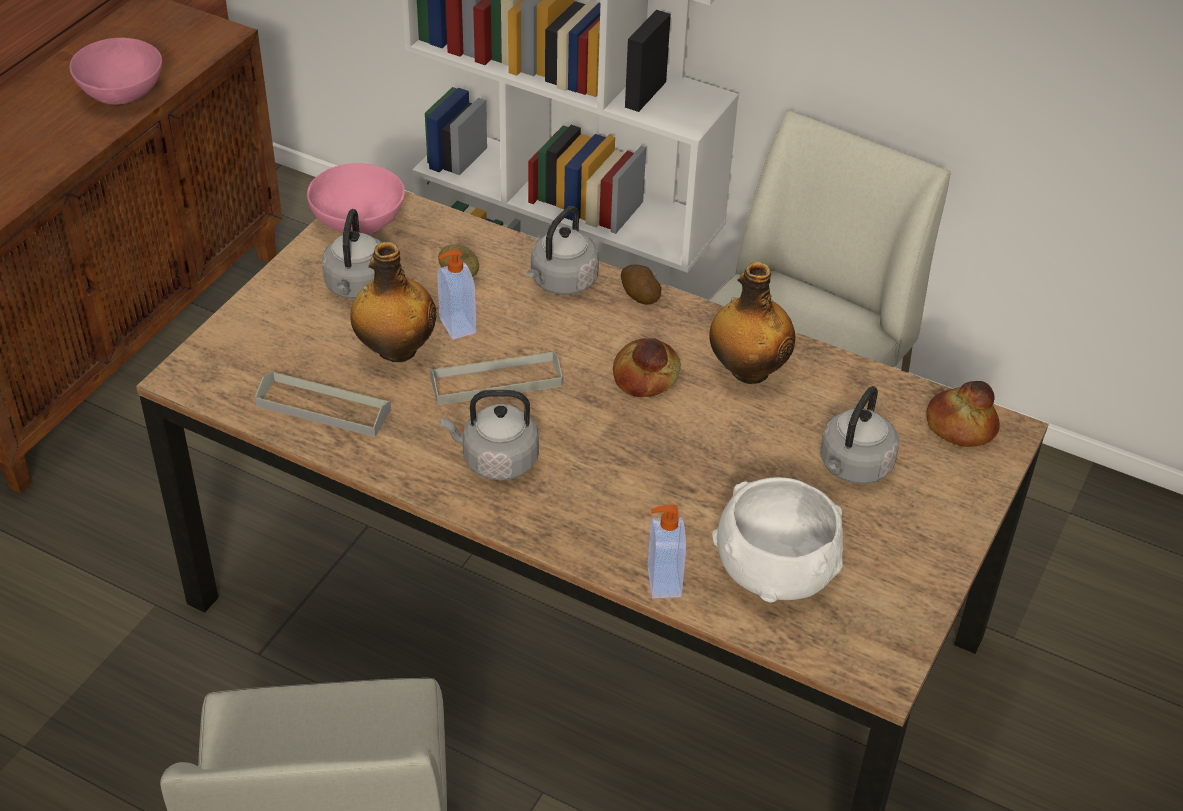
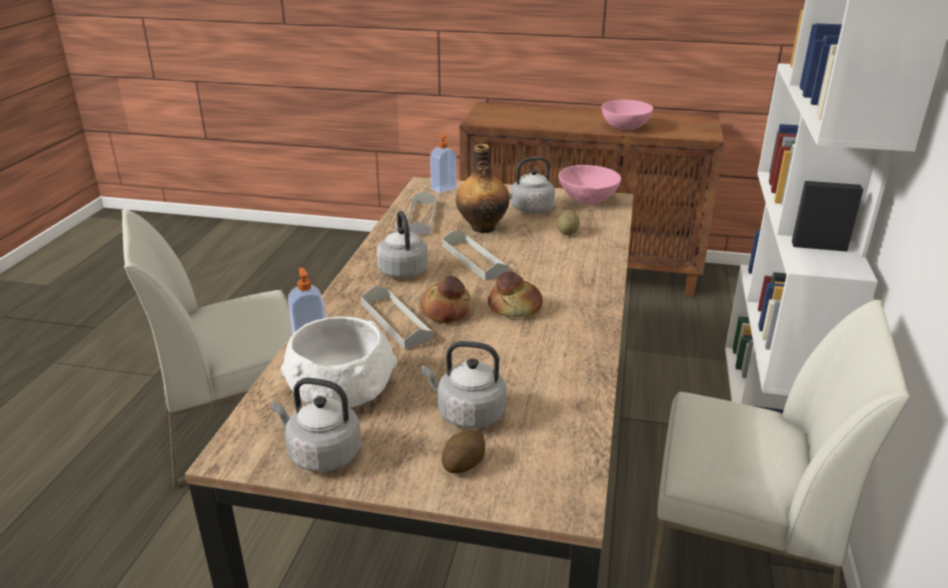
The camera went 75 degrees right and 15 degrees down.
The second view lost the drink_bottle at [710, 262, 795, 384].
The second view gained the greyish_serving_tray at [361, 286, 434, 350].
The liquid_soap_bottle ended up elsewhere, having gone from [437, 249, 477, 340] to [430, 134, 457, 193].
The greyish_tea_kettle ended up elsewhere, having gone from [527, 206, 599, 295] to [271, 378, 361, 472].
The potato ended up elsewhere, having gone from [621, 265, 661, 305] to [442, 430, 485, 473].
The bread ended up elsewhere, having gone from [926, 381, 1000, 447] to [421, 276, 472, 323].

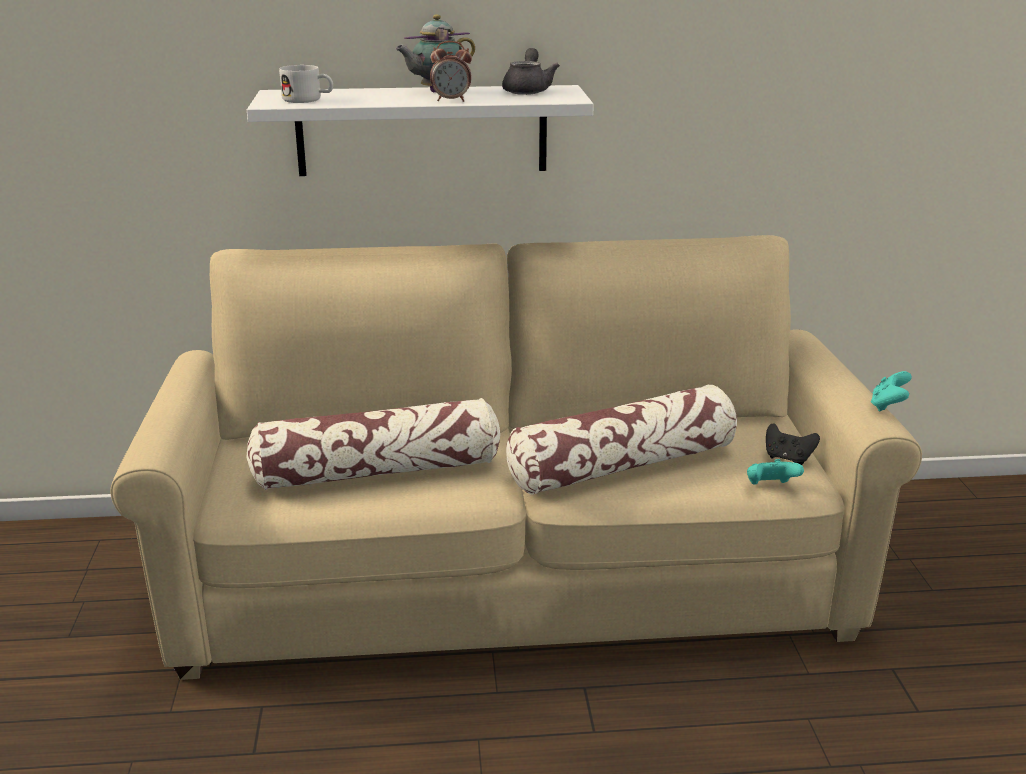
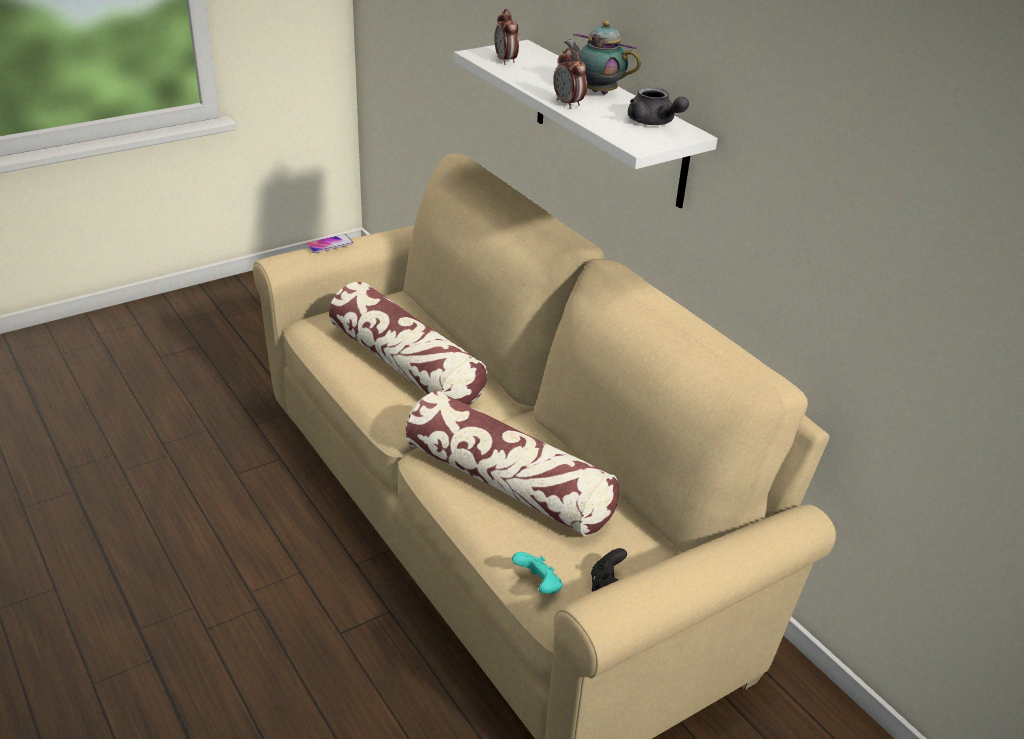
The camera went 60 degrees right and 10 degrees up.
The second view lost the blue-green_game_controller at [871, 371, 912, 412].
The second view gained the phone at [306, 234, 354, 253].
Where the white-coloured_tea_mug stood at [279, 65, 333, 103], the alarm_clock came to stand at [494, 9, 519, 65].
The greyish_teapot at [502, 48, 560, 95] ended up facing another way, 75 degrees clockwise from before.

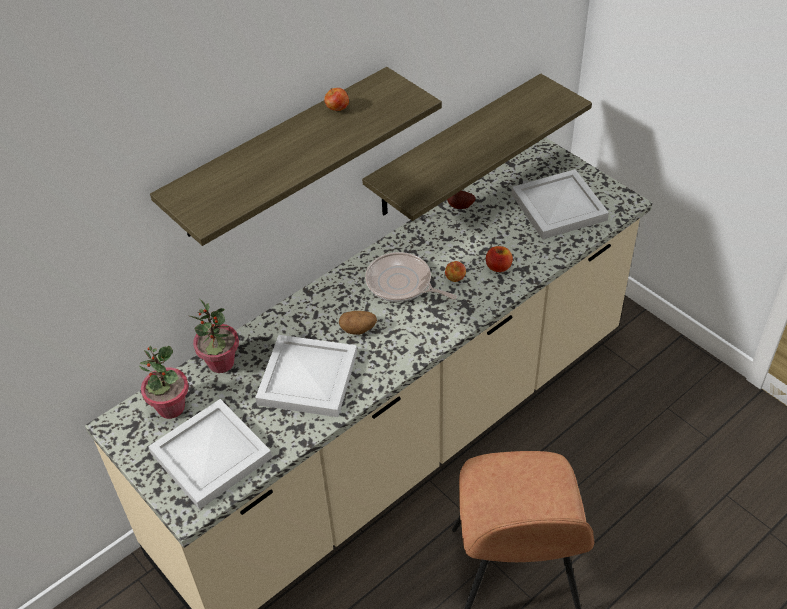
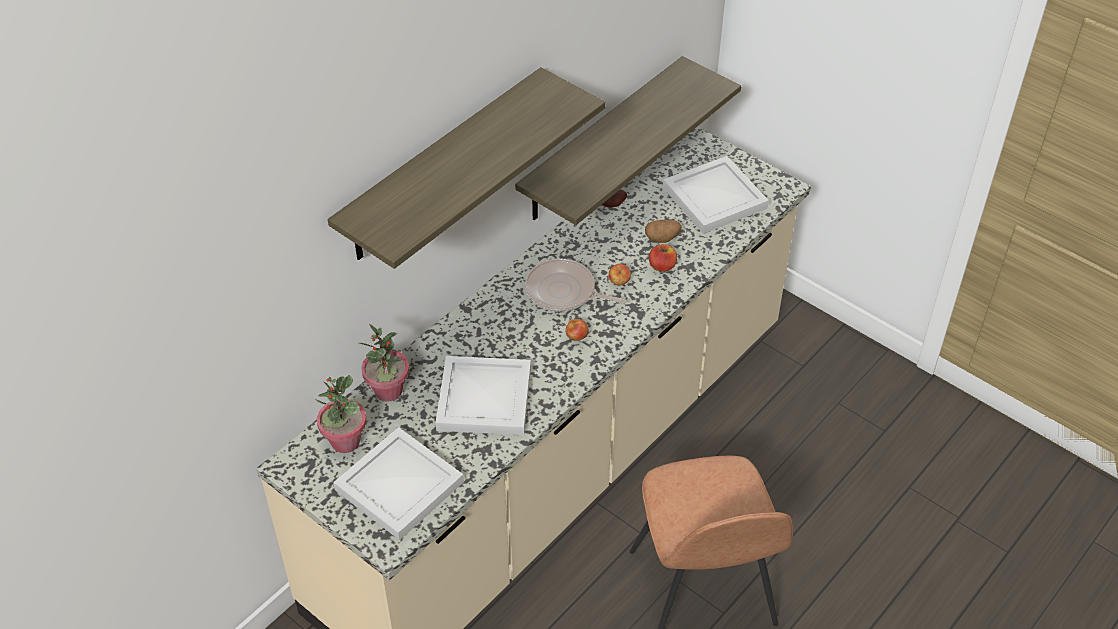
The camera went 10 degrees left and 0 degrees up.
The whole_apple ended up elsewhere, having gone from [324, 88, 349, 111] to [566, 319, 589, 341].
The potato ended up elsewhere, having gone from [339, 311, 377, 335] to [645, 220, 682, 243].

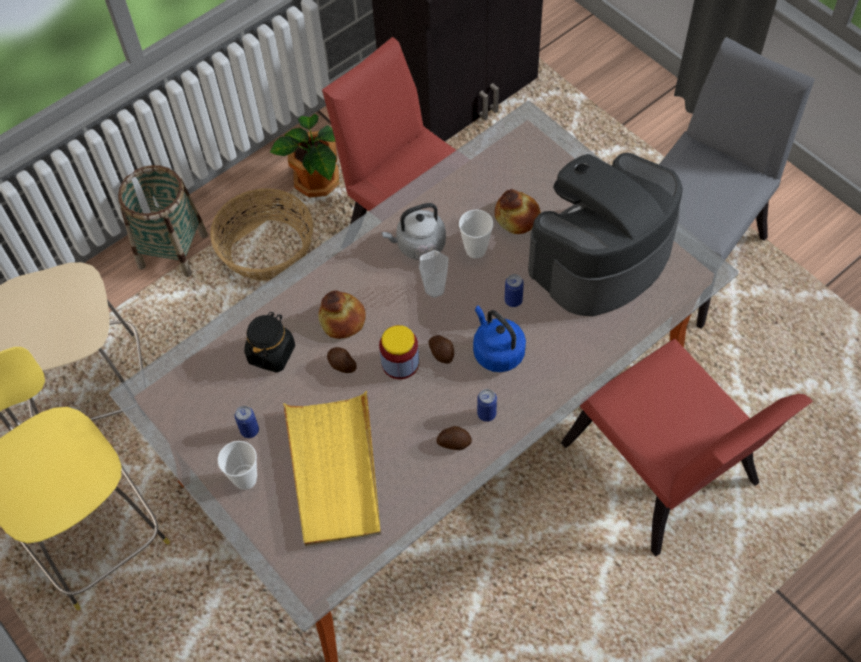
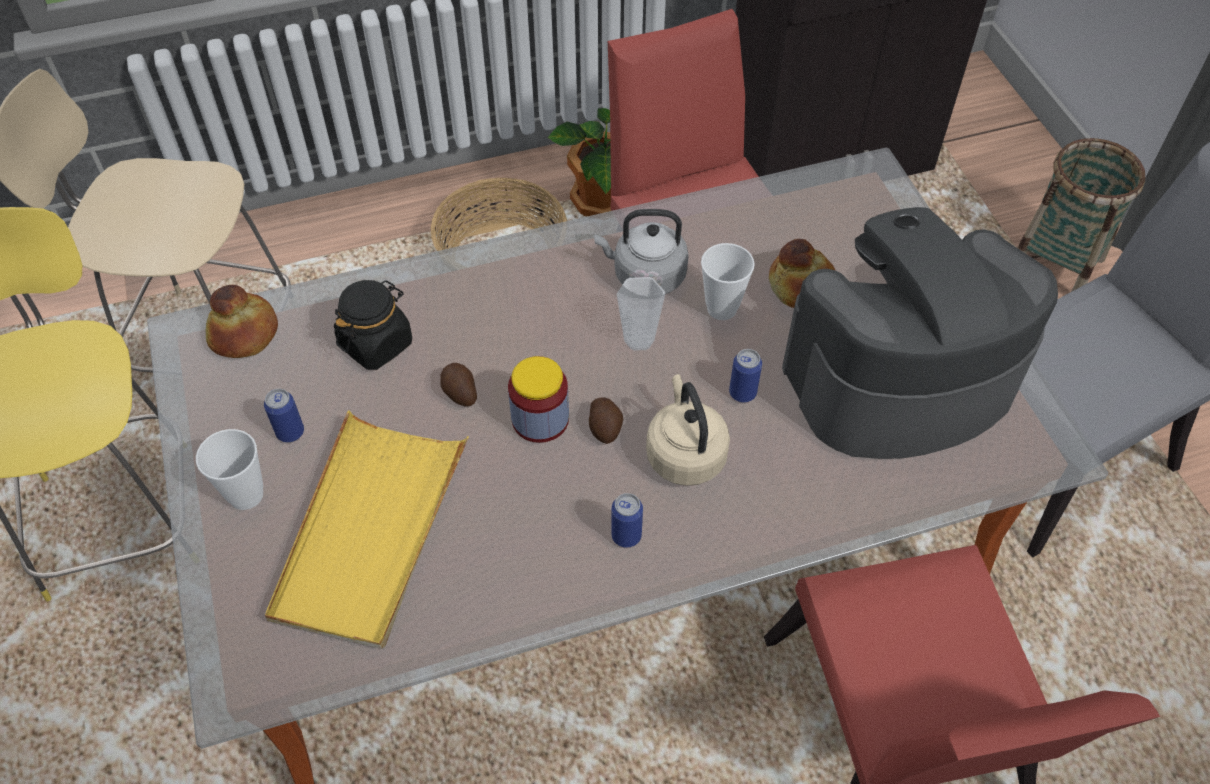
The camera went 20 degrees right and 5 degrees down.
The second view lost the potato at [437, 426, 472, 450].
The household_basket ended up elsewhere, having gone from [118, 165, 208, 277] to [1017, 138, 1145, 292].
The bread ended up elsewhere, having gone from [318, 291, 365, 339] to [205, 285, 278, 358].
What was the bluish_tea_kettle at [473, 306, 526, 372] turned into the beige-coloured_tea_kettle at [646, 374, 730, 486].

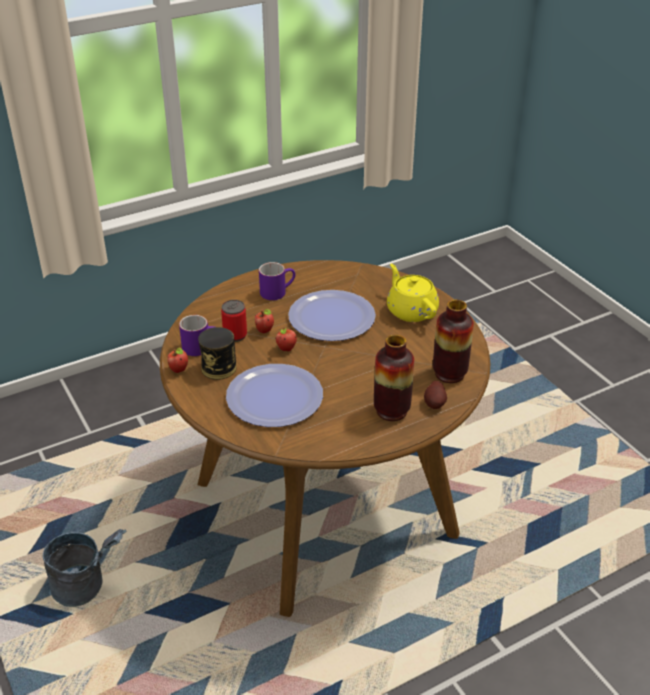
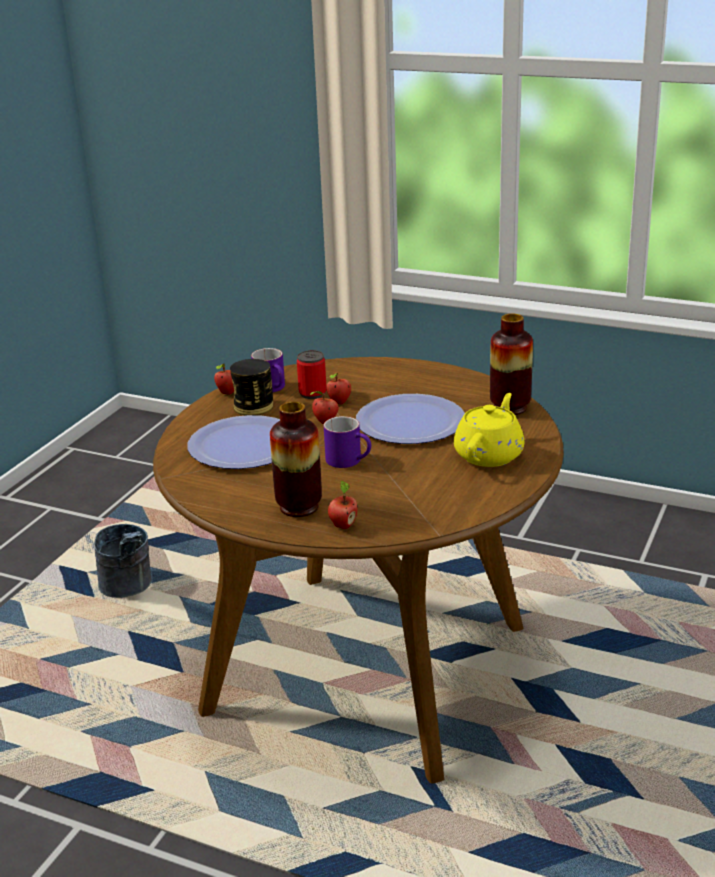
The camera went 55 degrees right and 10 degrees down.
The purple-coloured_tea_mug ended up elsewhere, having gone from [259, 262, 295, 300] to [324, 416, 371, 468].
The vase ended up elsewhere, having gone from [433, 300, 474, 383] to [490, 314, 533, 415].
Where the potato stood at [424, 381, 447, 409], the whole_apple came to stand at [328, 480, 358, 529].

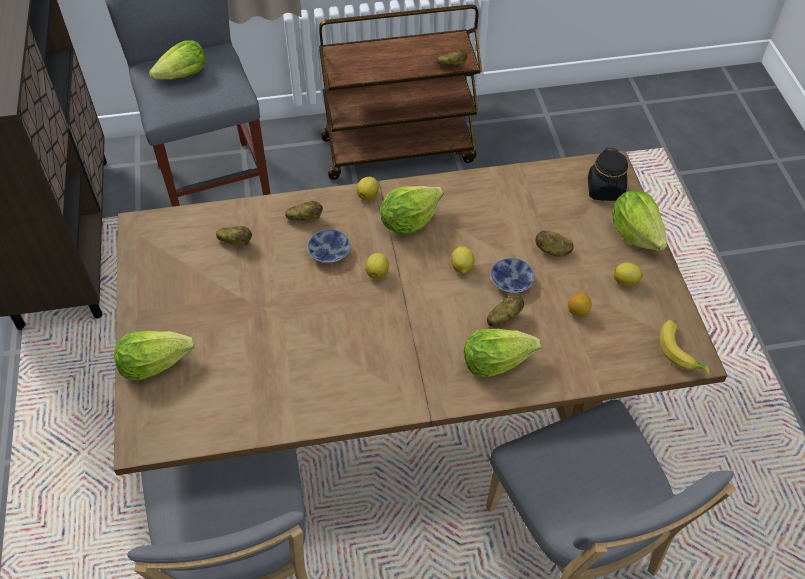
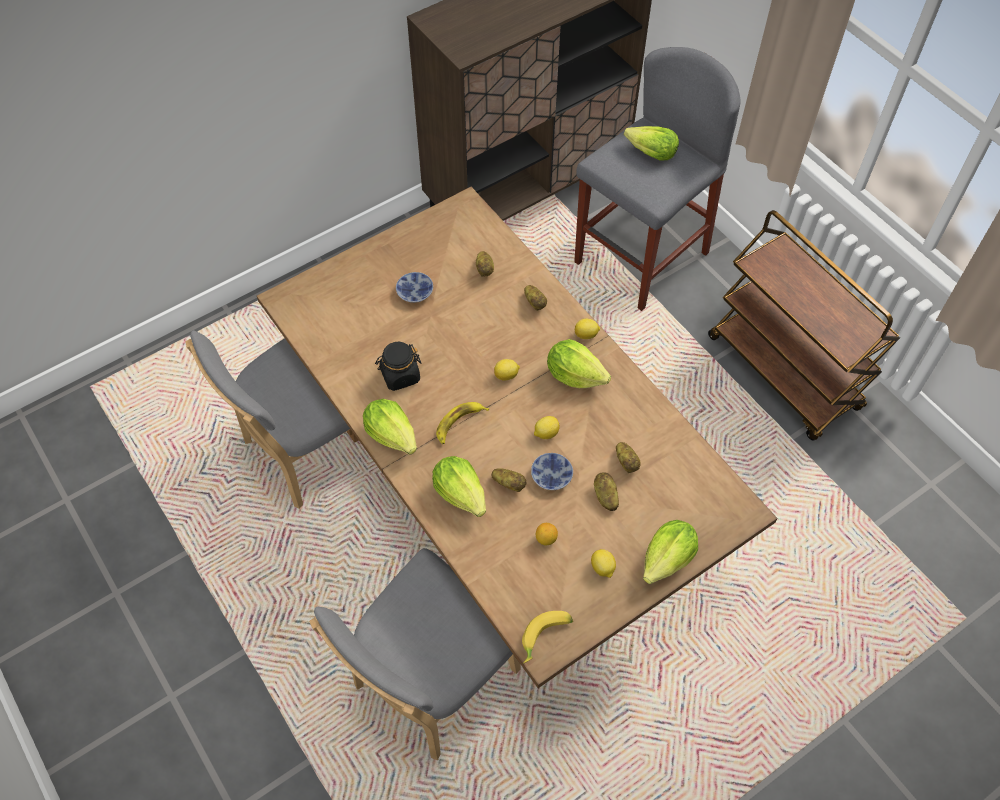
The camera went 65 degrees right and 5 degrees up.
The second view gained the whole_banana at [436, 402, 489, 444].
The lettuce_head ended up elsewhere, having gone from [114, 331, 195, 381] to [363, 399, 417, 454].
The bowl ended up elsewhere, having gone from [307, 229, 350, 263] to [396, 272, 433, 303].
The potato ended up elsewhere, having gone from [437, 50, 468, 66] to [616, 442, 641, 473].
The blackish_storage_jar ended up elsewhere, having gone from [588, 148, 628, 201] to [375, 342, 421, 391].

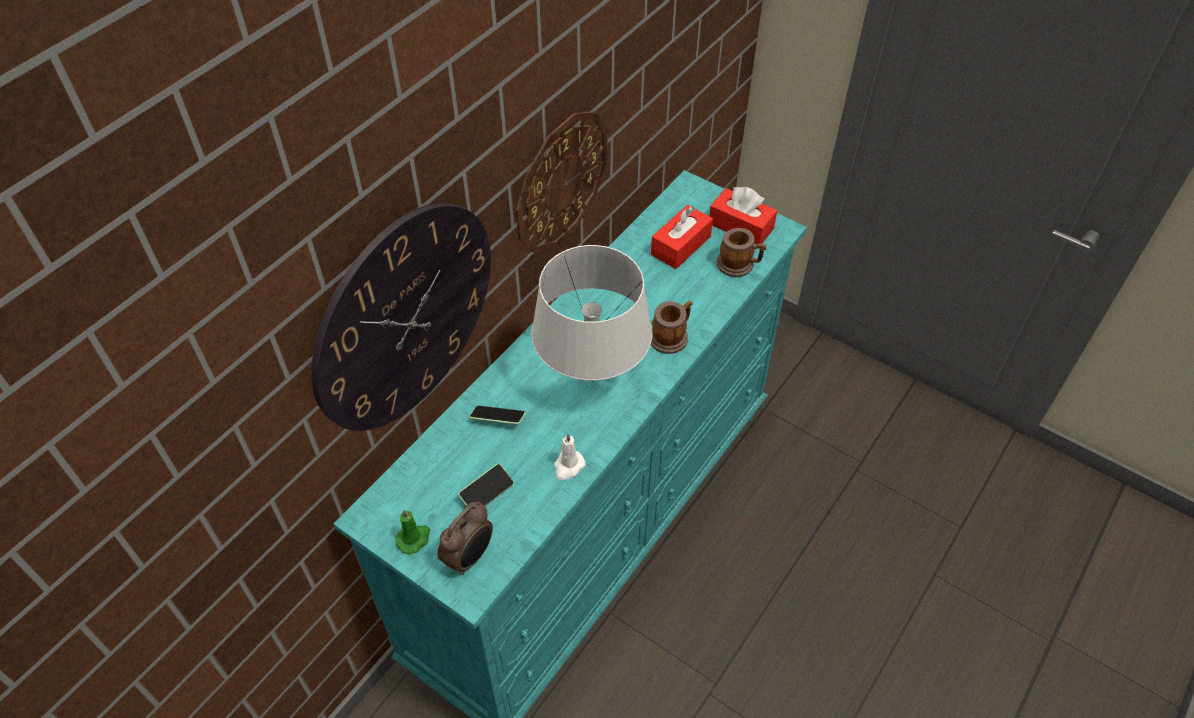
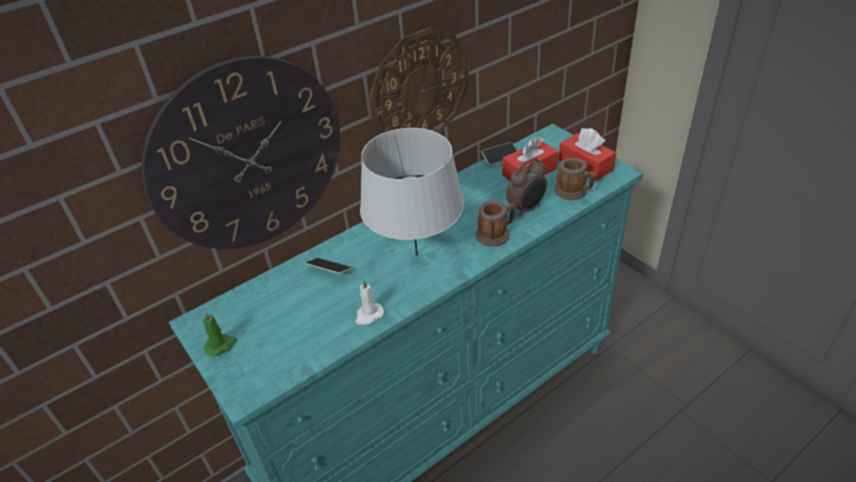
The camera went 20 degrees right and 10 degrees down.
The alarm_clock ended up elsewhere, having gone from [438, 501, 493, 575] to [506, 158, 547, 217].
The phone ended up elsewhere, having gone from [458, 464, 514, 506] to [481, 142, 517, 165].

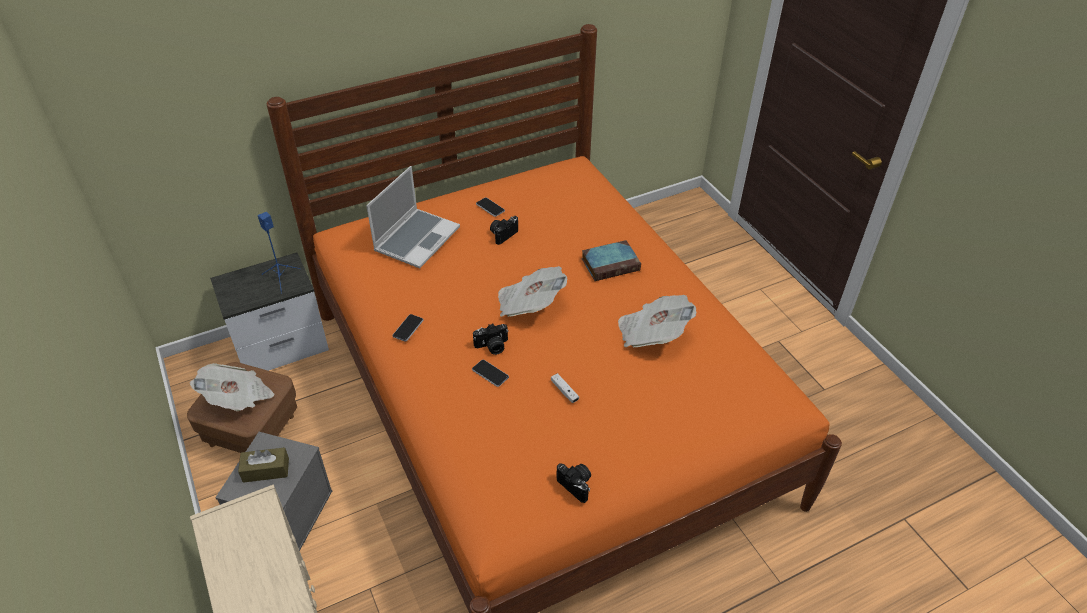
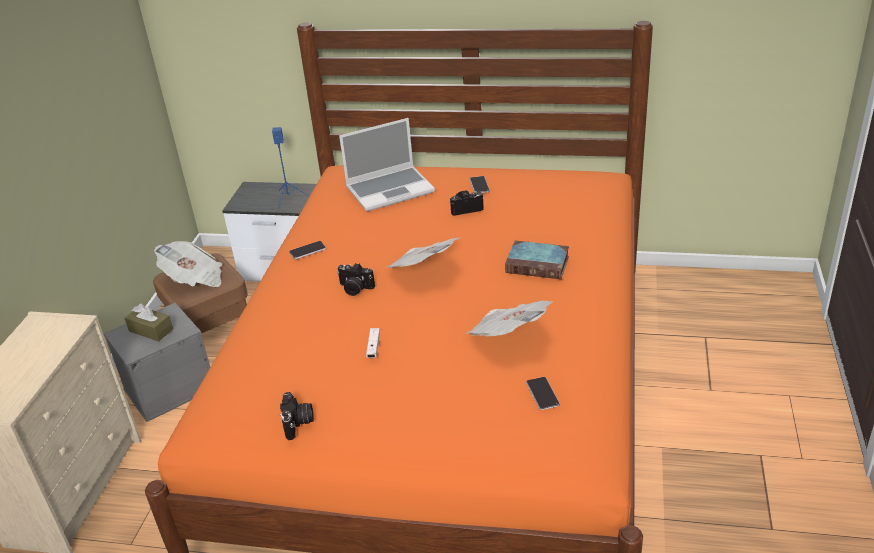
The camera went 40 degrees right and 10 degrees down.
The phone ended up elsewhere, having gone from [472, 360, 509, 387] to [526, 377, 560, 410].

